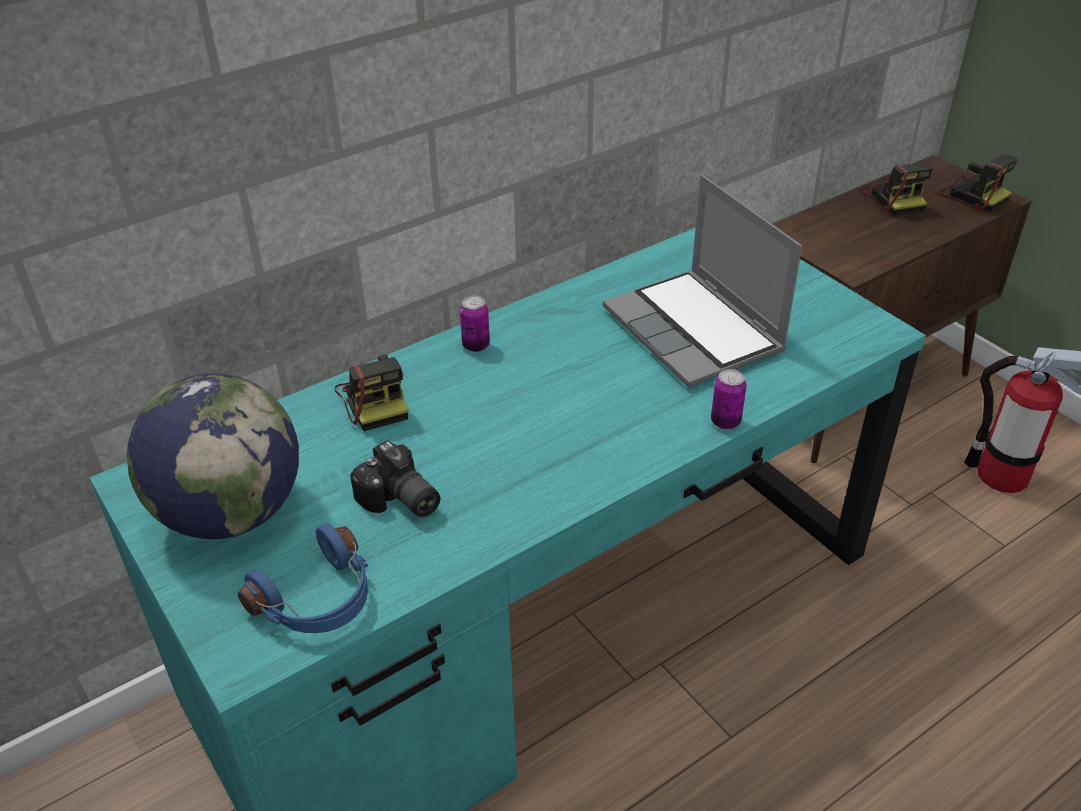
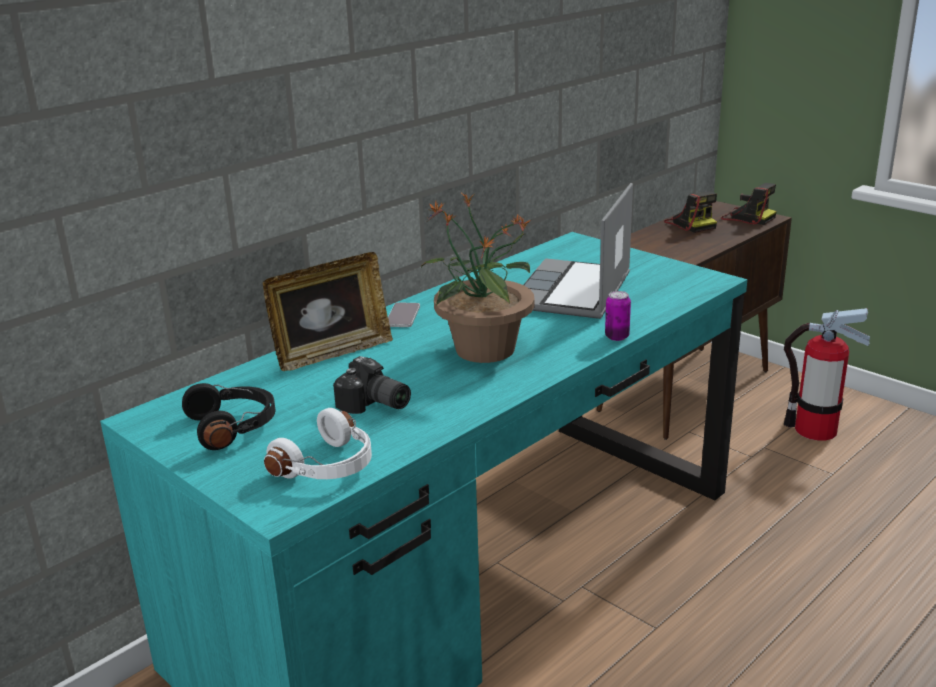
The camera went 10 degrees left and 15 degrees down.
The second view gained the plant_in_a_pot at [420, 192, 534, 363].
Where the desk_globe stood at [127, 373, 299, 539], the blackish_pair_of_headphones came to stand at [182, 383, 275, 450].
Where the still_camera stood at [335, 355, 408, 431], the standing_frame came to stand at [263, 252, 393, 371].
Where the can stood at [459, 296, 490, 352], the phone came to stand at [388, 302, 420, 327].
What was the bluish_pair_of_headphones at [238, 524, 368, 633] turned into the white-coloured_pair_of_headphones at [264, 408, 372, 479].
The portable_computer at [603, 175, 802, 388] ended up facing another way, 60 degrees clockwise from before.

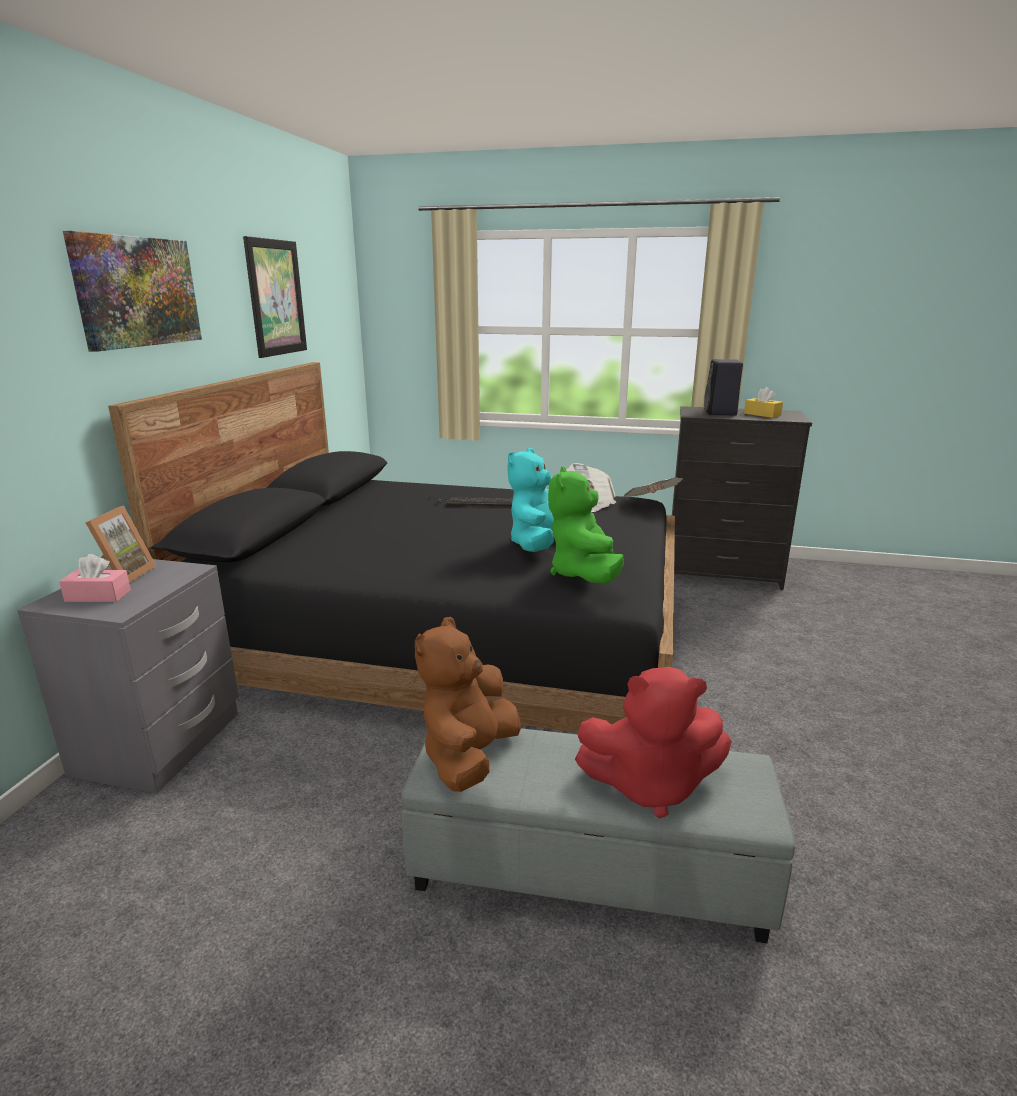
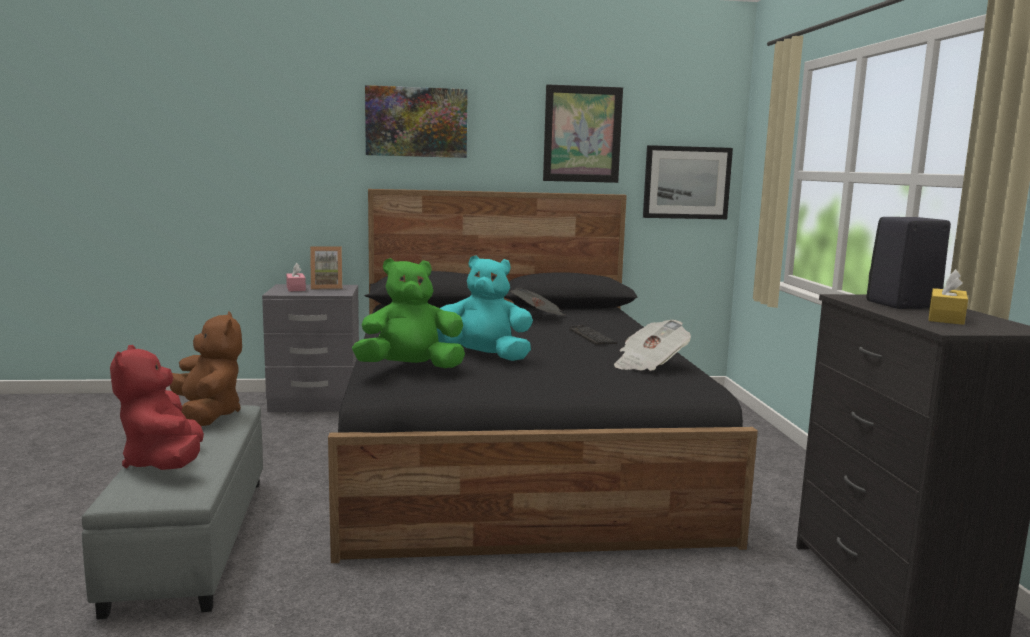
The camera went 70 degrees right and 10 degrees down.
The second view gained the picture at [643, 145, 733, 219].
The printed_paper ended up elsewhere, having gone from [622, 477, 683, 497] to [510, 288, 565, 315].
The brown-coloured_cuddly_toy at [415, 617, 521, 792] ended up facing another way, 60 degrees clockwise from before.

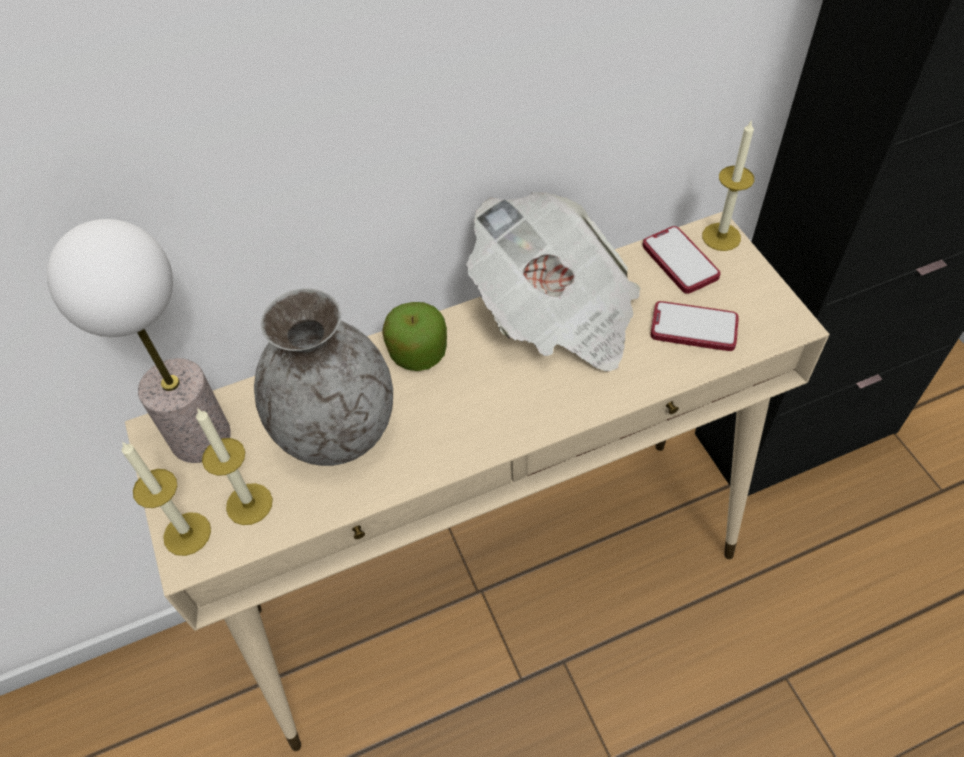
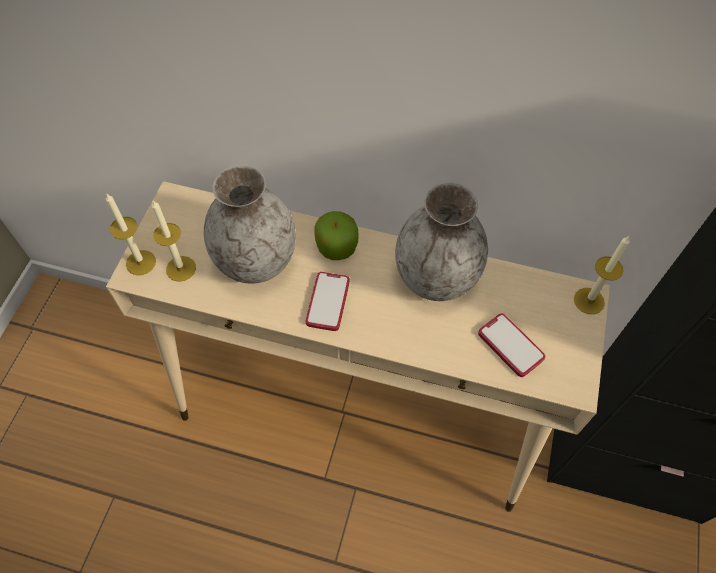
The camera went 35 degrees right and 5 degrees up.
The second view lost the table_lamp at [47, 219, 231, 463].
The phone ended up elsewhere, having gone from [642, 226, 720, 294] to [306, 272, 350, 331].
Where the printed_paper stood at [466, 192, 641, 372], the greyish_vase came to stand at [395, 183, 488, 301].

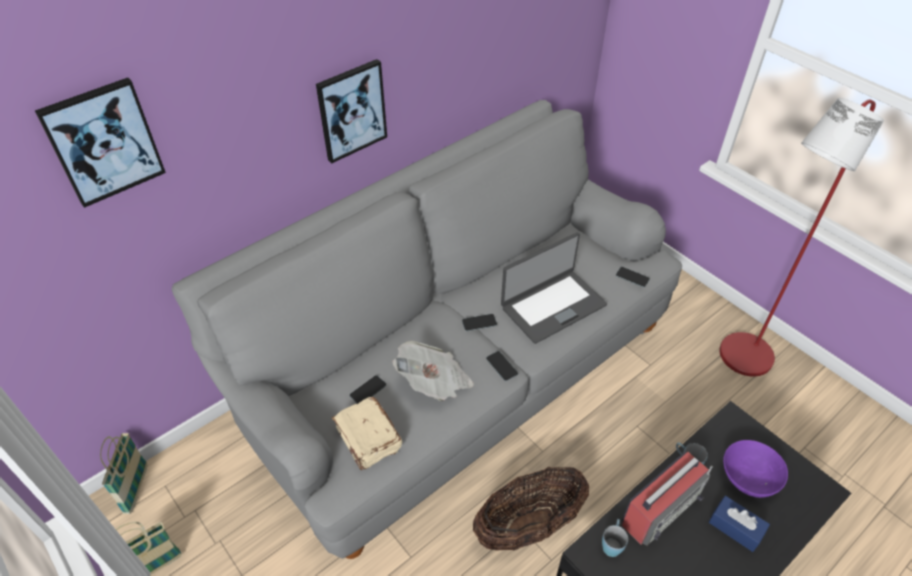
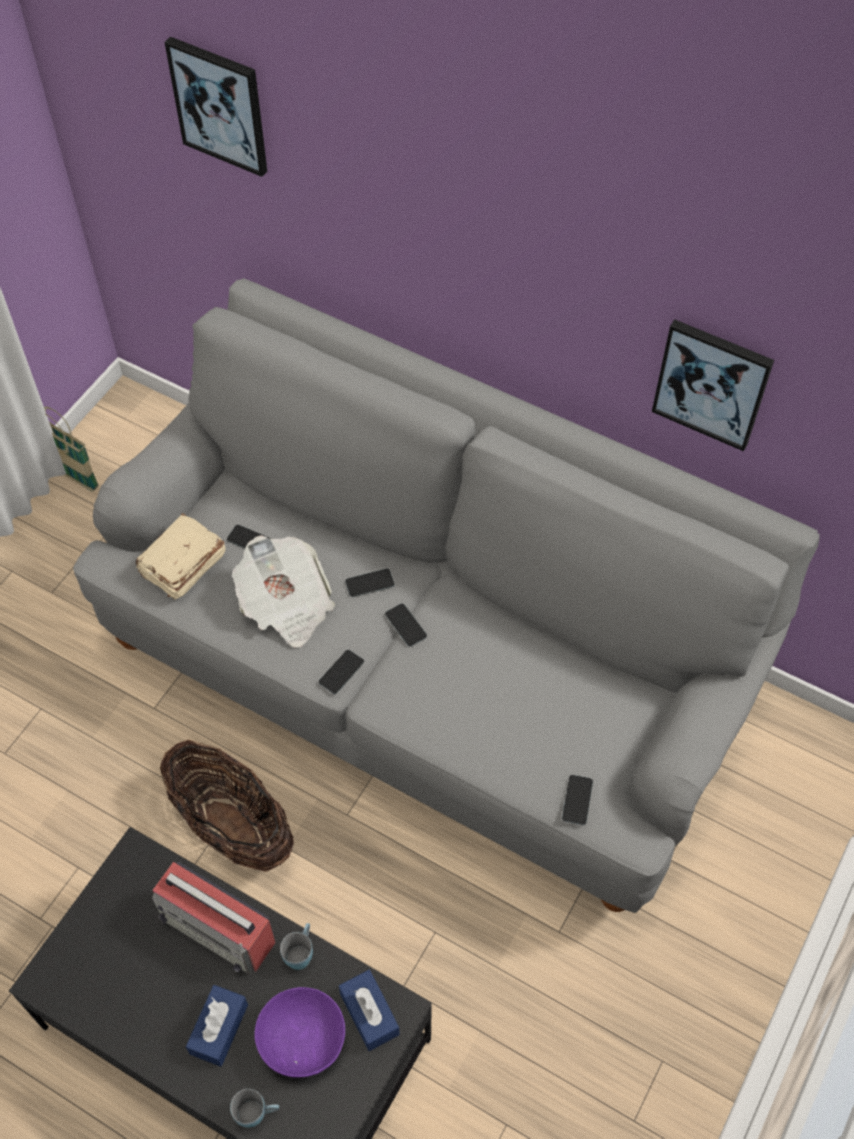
The camera went 70 degrees right and 10 degrees up.
The second view lost the household_basket at [100, 433, 148, 514].
The second view lost the portable_computer at [501, 232, 607, 344].
The second view lost the reddish_standing_lamp at [719, 98, 884, 376].
The second view gained the bluish_tissue_holder at [339, 970, 400, 1051].
The second view gained the phone at [345, 569, 394, 597].
The picture ended up elsewhere, having gone from [316, 59, 387, 163] to [652, 319, 774, 451].
The bluish_tea_mug ended up elsewhere, having gone from [602, 519, 628, 557] to [230, 1089, 279, 1128].

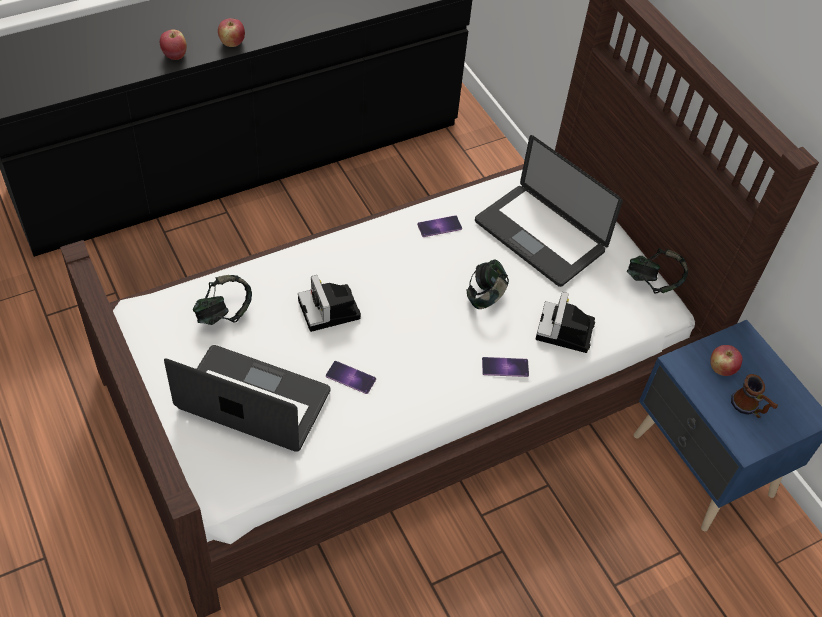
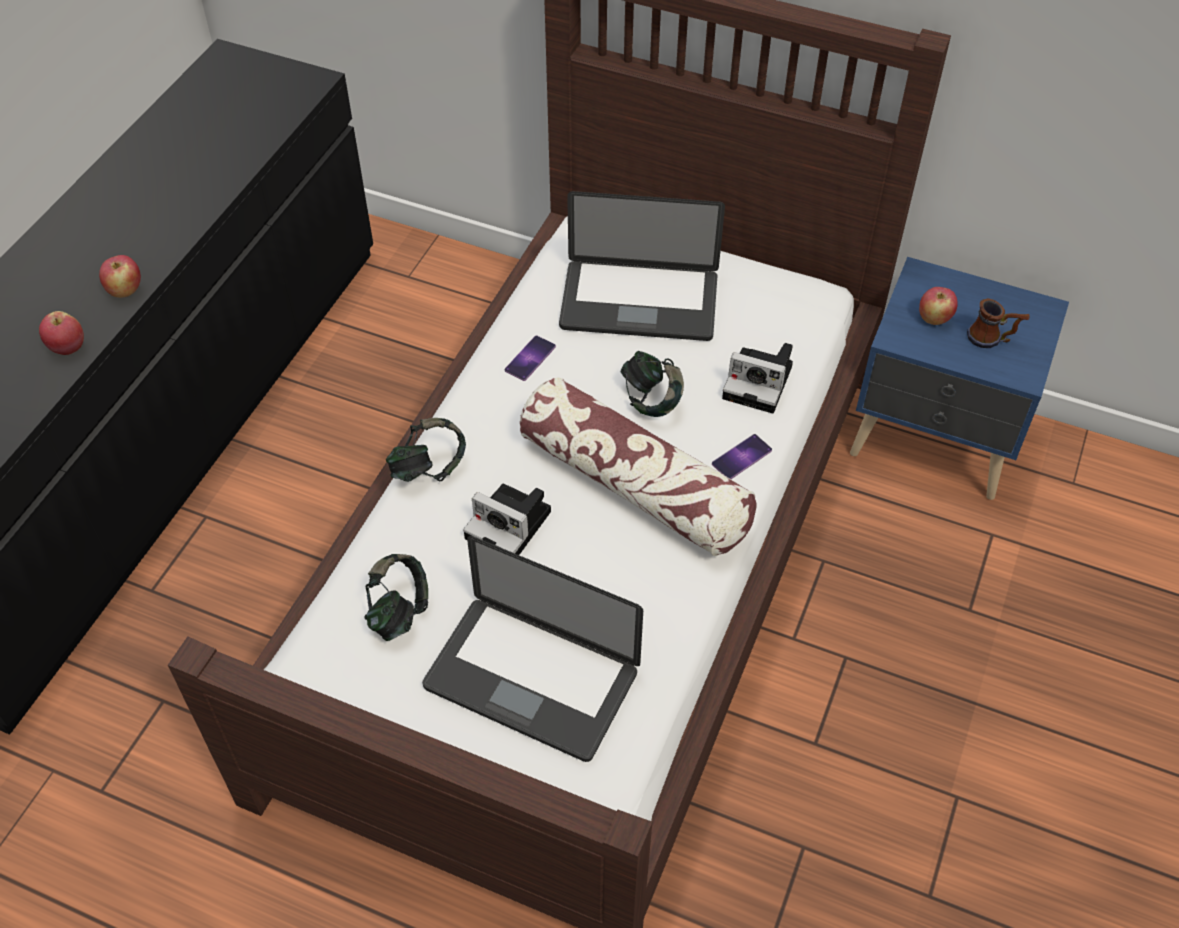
The camera went 35 degrees left and 0 degrees up.
The second view lost the phone at [326, 361, 376, 394].
The second view gained the pillow at [520, 377, 757, 556].
The pair_of_headphones ended up elsewhere, having gone from [627, 248, 688, 294] to [386, 418, 466, 482].
The portable_computer at [164, 345, 331, 452] ended up facing another way, 135 degrees counterclockwise from before.
The still_camera at [535, 292, 595, 353] ended up facing another way, 45 degrees counterclockwise from before.

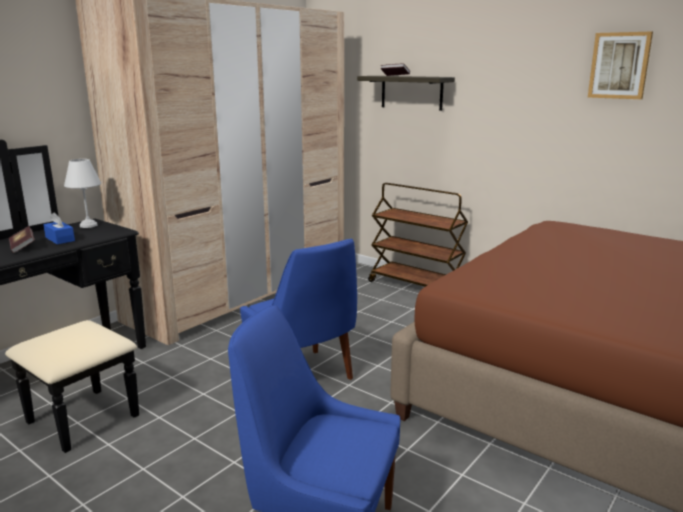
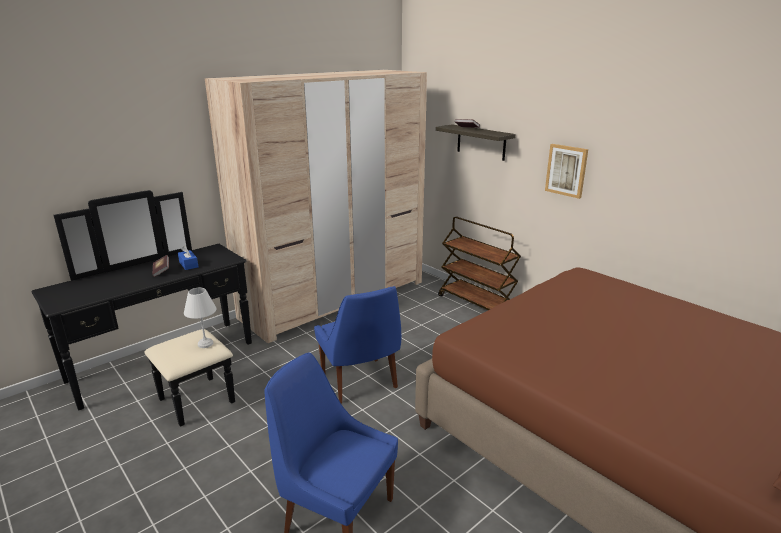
The camera went 10 degrees right and 5 degrees up.
The white-coloured_table_lamp ended up elsewhere, having gone from [64, 159, 101, 228] to [184, 288, 216, 348].
The picture ended up elsewhere, having gone from [588, 31, 653, 99] to [545, 144, 588, 199].

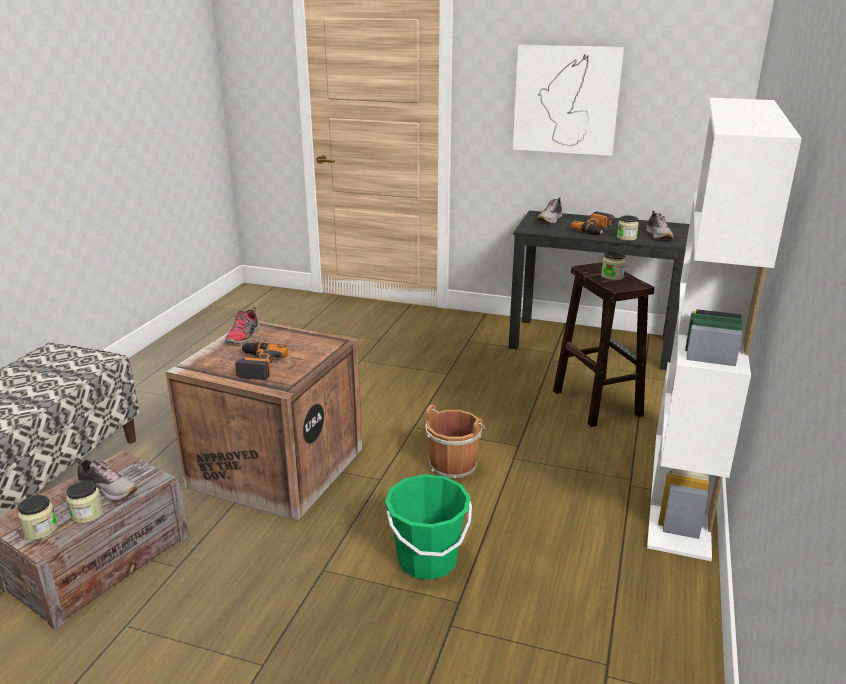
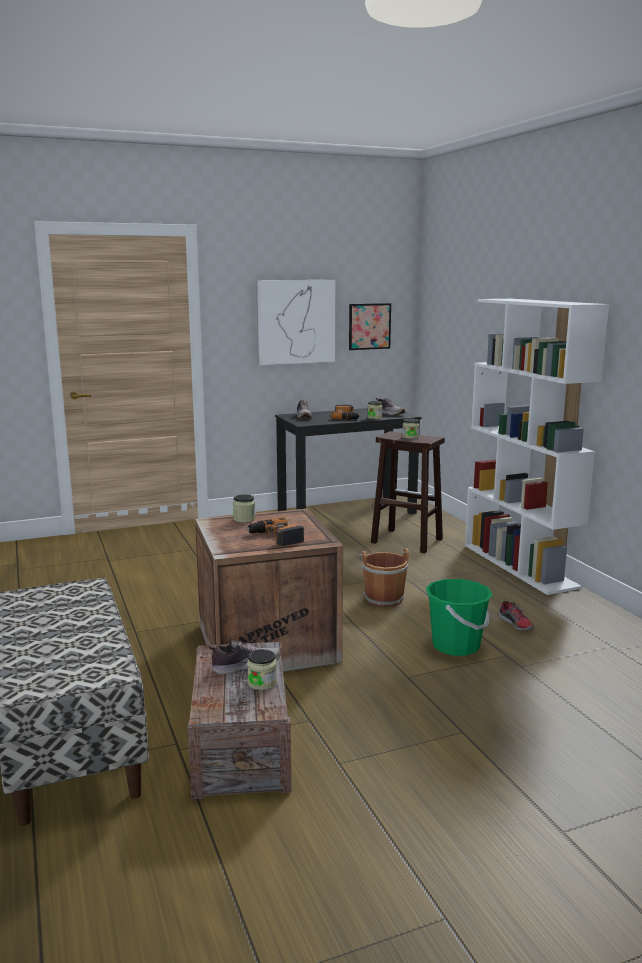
The camera went 40 degrees left and 10 degrees down.
The second view gained the picture at [349, 303, 391, 350].
The storage_jar ended up elsewhere, having gone from [18, 495, 58, 540] to [233, 494, 255, 523].
The item_of_footwear ended up elsewhere, having gone from [225, 307, 260, 344] to [498, 598, 534, 631].

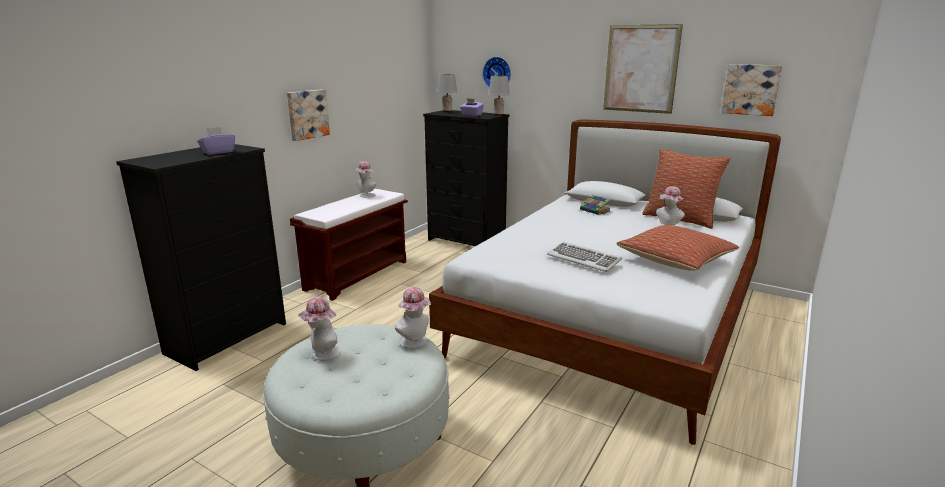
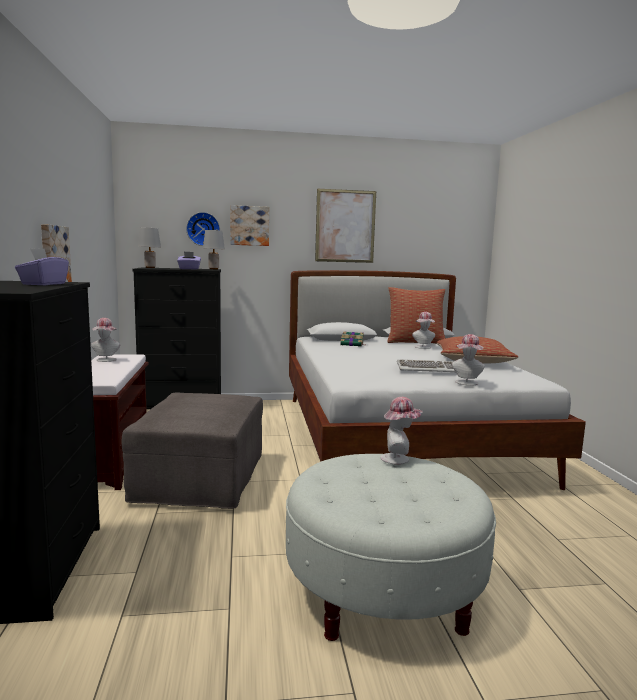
The camera went 40 degrees left and 10 degrees down.
The second view gained the greyish_ottoman at [122, 392, 263, 509].
The hat ended up elsewhere, having gone from [297, 297, 341, 361] to [452, 334, 485, 386].
The picture ended up elsewhere, having gone from [721, 64, 783, 116] to [230, 205, 269, 246].

